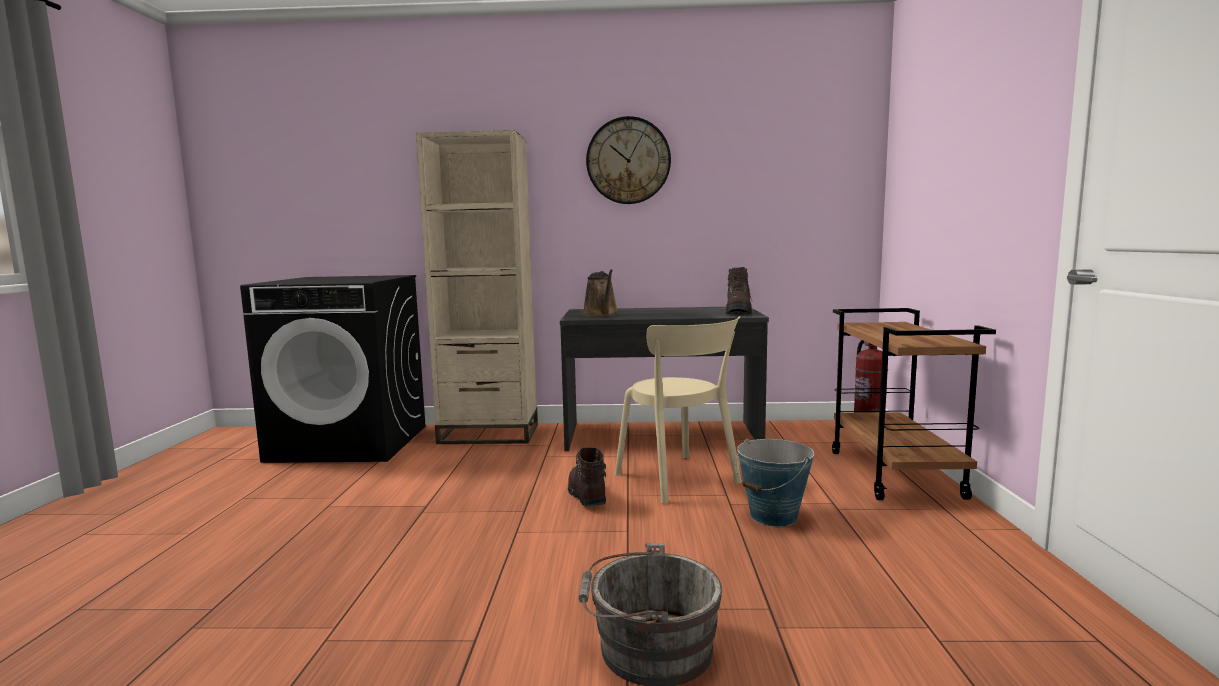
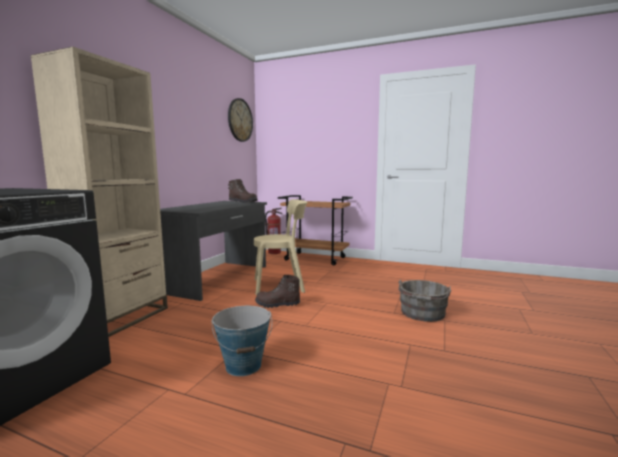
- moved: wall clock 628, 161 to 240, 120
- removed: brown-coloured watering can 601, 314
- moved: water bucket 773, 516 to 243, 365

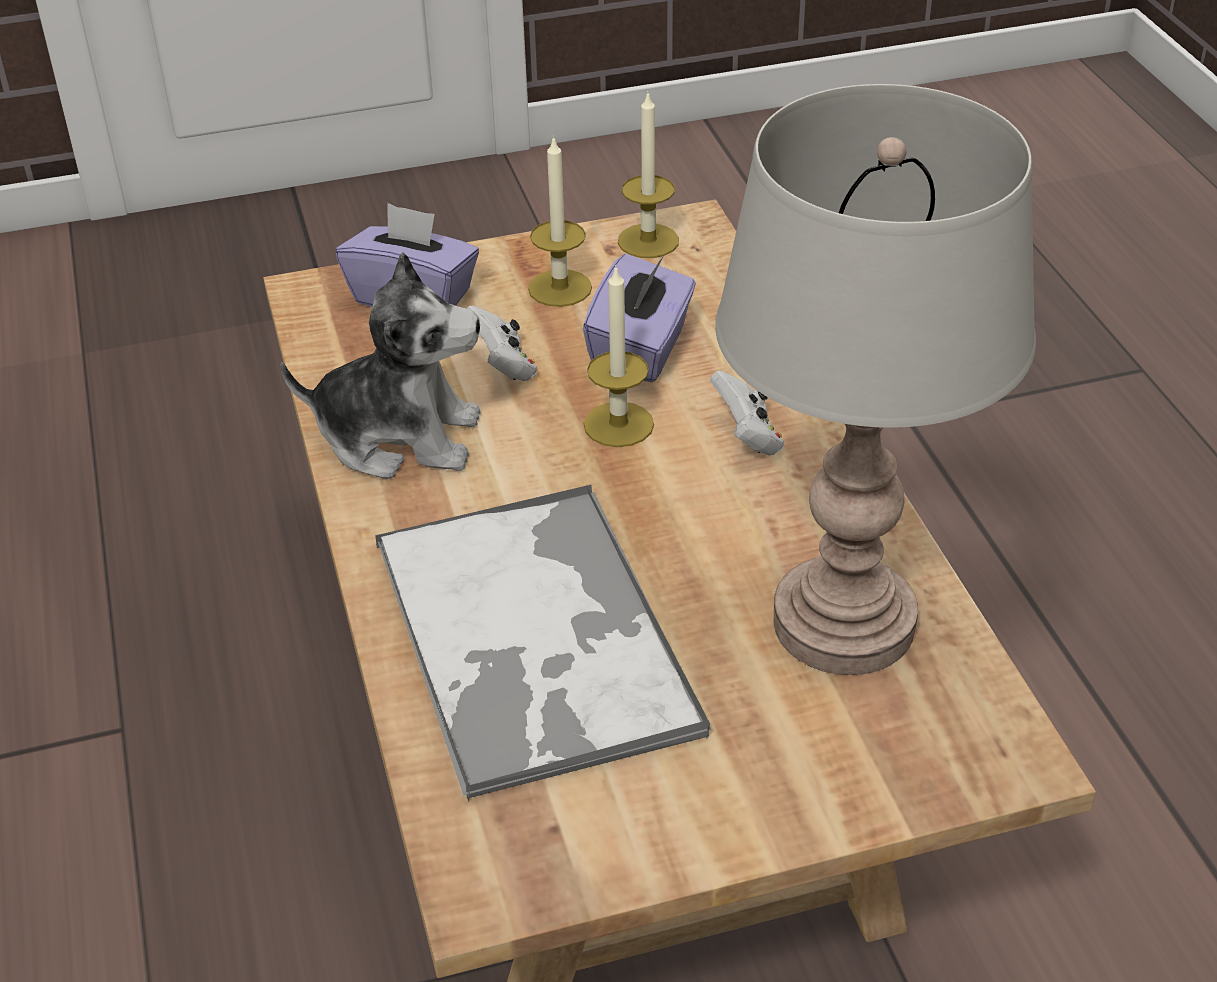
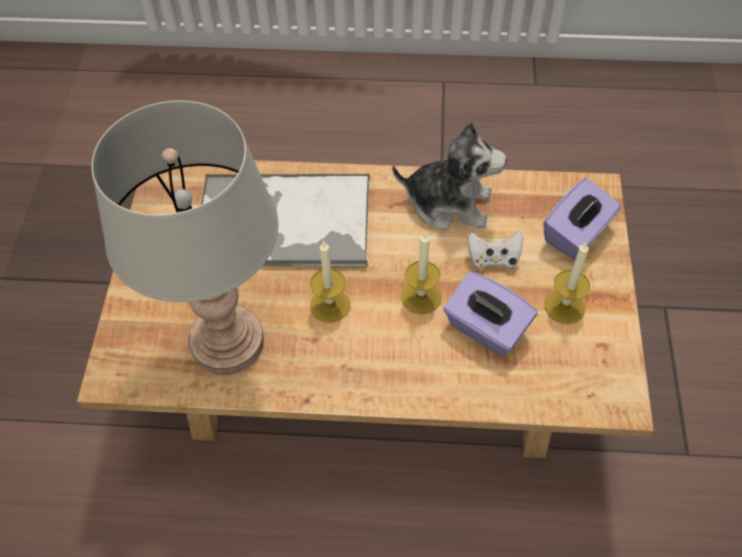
- moved: wax candle 648, 241 to 330, 305
- turned: plush toy 399, 437 = 449, 203 105 degrees counterclockwise
- removed: whitish joypad 747, 437

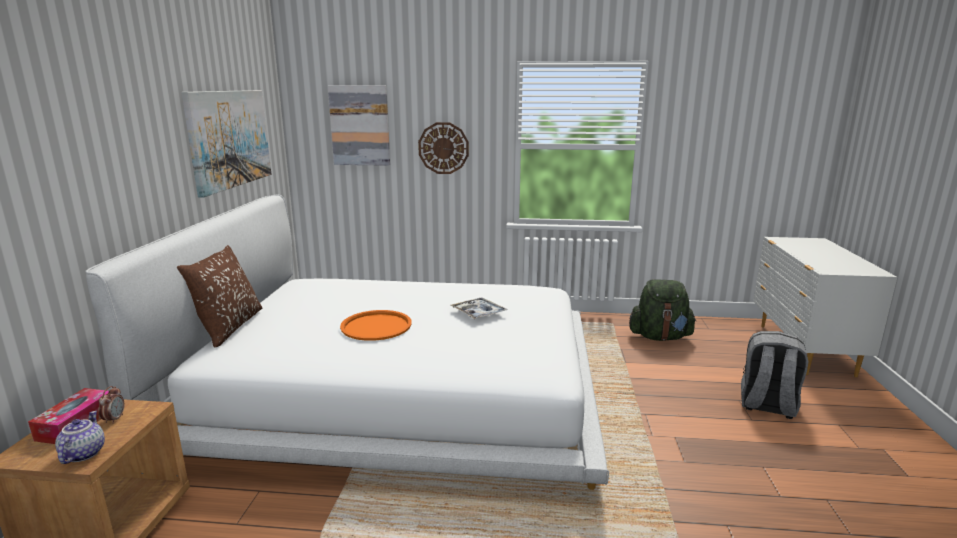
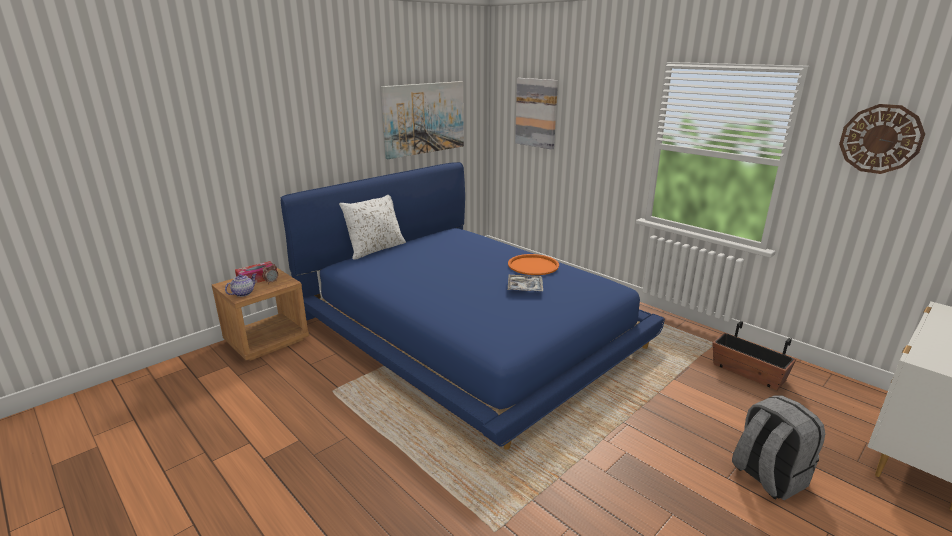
- moved: wall clock 443, 148 to 880, 139
- recoloured: whitish bed 397, 392 to bluish bed 468, 330
- recoloured: brown-coloured pillow 228, 327 to whitish pillow 375, 249
- replaced: green-coloured rucksack 660, 337 to plant pot 748, 372
- moved: orange-coloured tray 376, 326 to 533, 265

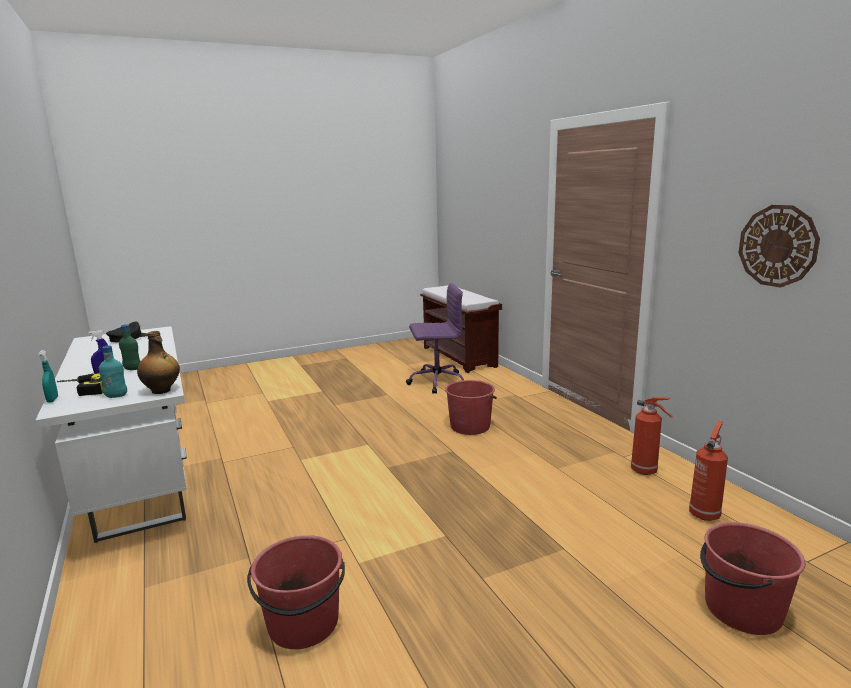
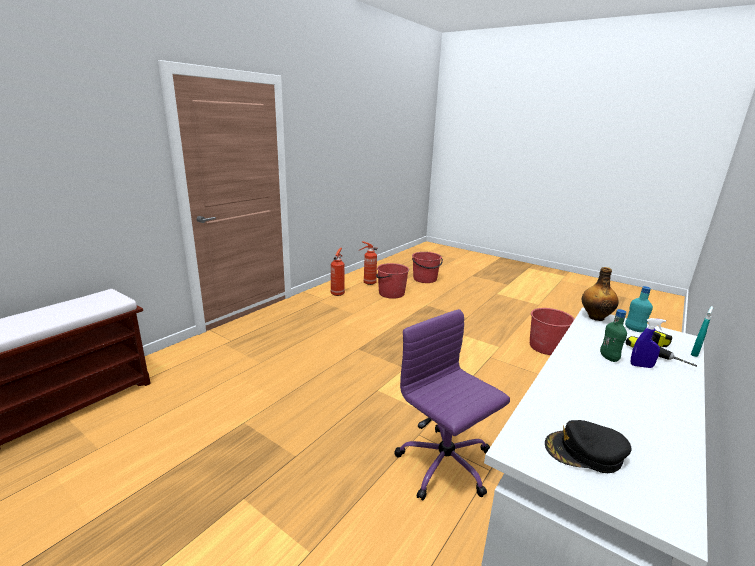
- removed: wall clock 777, 246
- moved: purplish desk chair 436, 382 to 445, 465
- moved: red-coloured water bucket 470, 426 to 391, 293

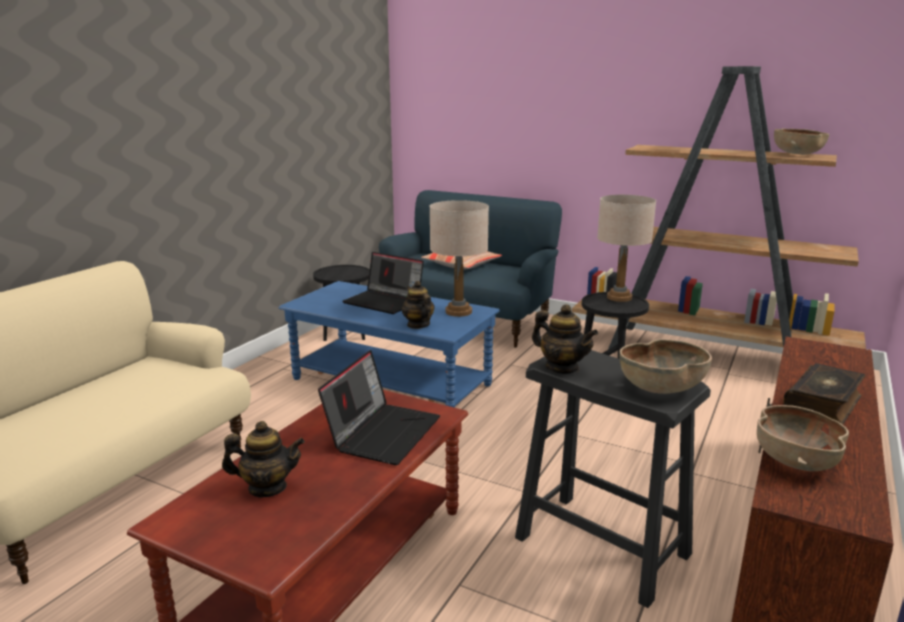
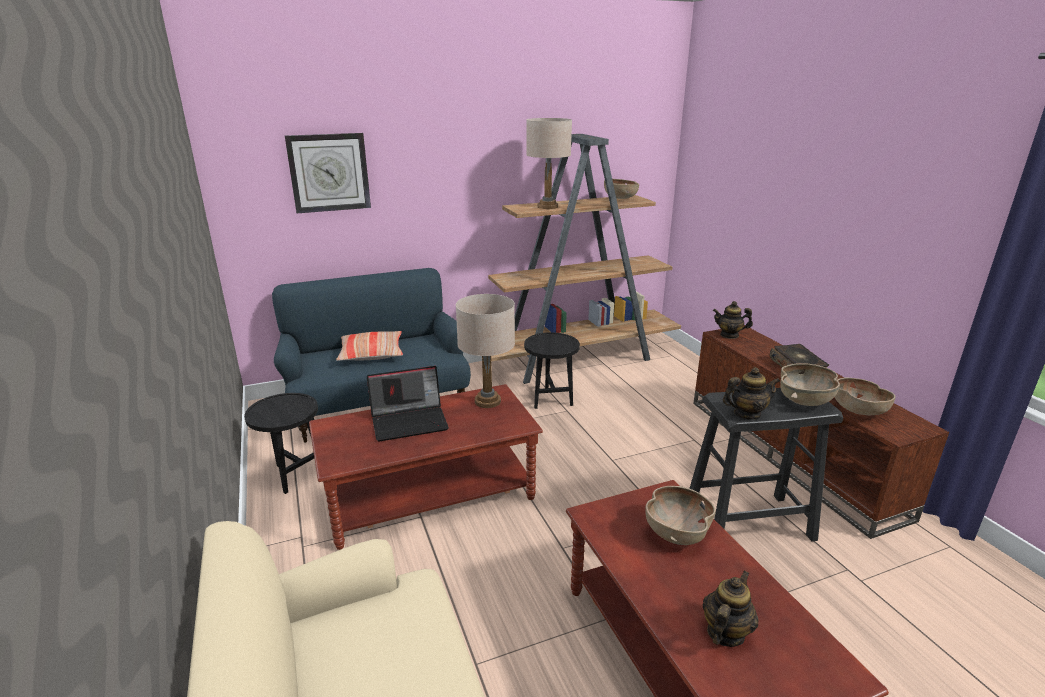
- moved: sand-coloured tabletop lamp 619, 297 to 547, 207
- recoloured: bluish lounge table 391, 382 to brown-coloured lounge table 430, 496
- moved: teapot 418, 325 to 729, 335
- replaced: laptop 383, 432 to brown-coloured serving bowl 676, 532
- added: wall clock 329, 172

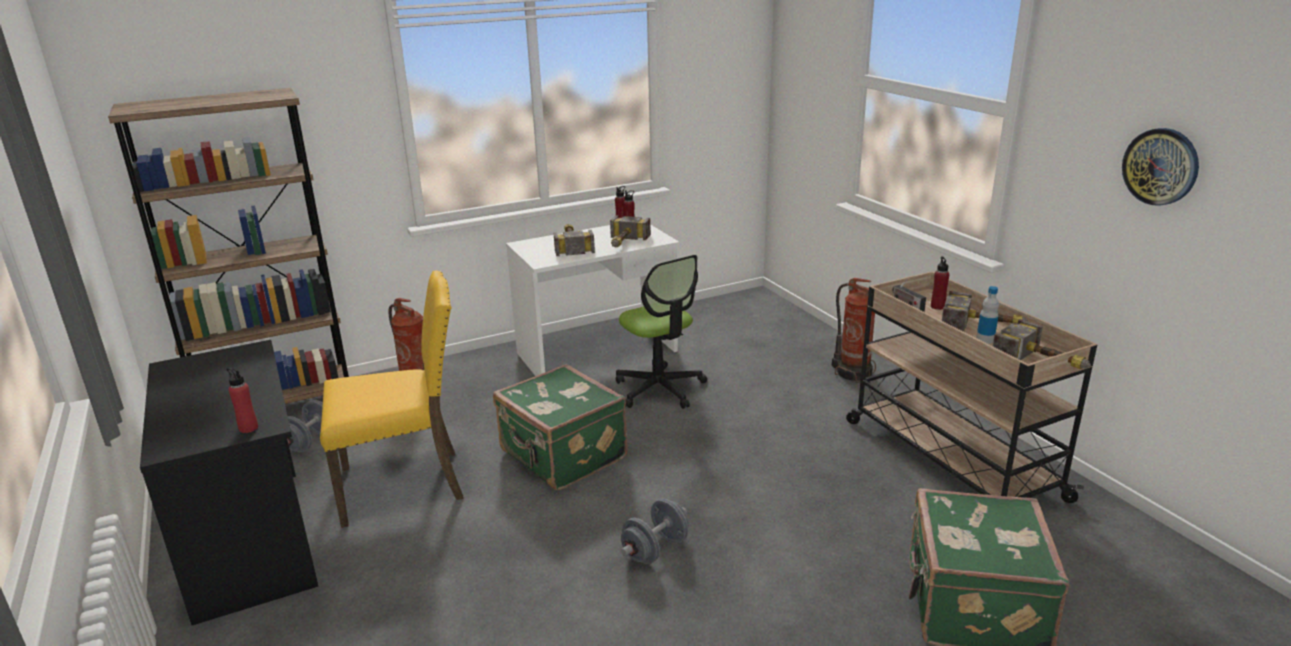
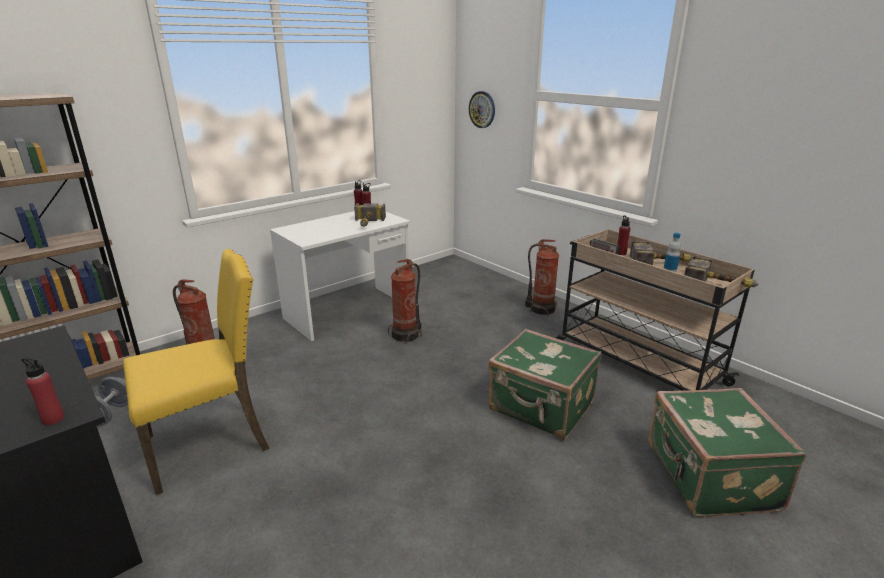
- moved: wall clock 1160, 166 to 482, 109
- removed: tool hammer 572, 244
- replaced: desk chair 660, 389 to fire-fighting cylinder 407, 335
- moved: green-coloured piece of luggage 562, 456 to 541, 407
- removed: gray hand weight 655, 549

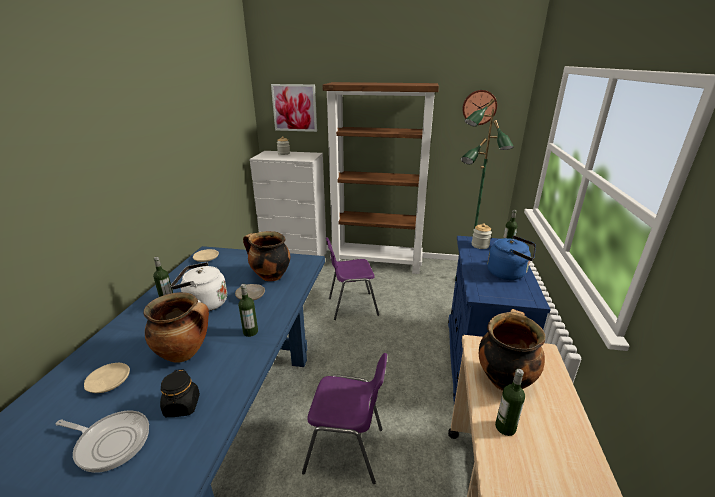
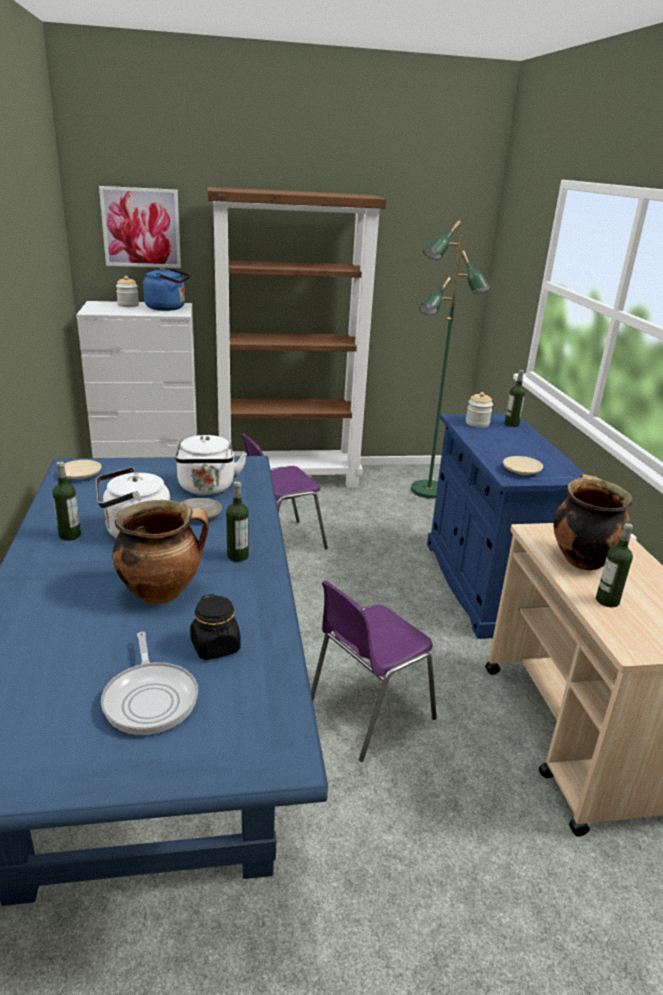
- removed: wall clock 479, 107
- replaced: cooking pot 270, 276 to whitish water kettle 207, 488
- moved: bluish water kettle 509, 273 to 168, 308
- turned: purplish upright chair 346, 450 = 367, 714 150 degrees clockwise
- moved: sand-coloured plate 109, 383 to 521, 471
- turned: frying pan 110, 442 = 150, 698 75 degrees clockwise

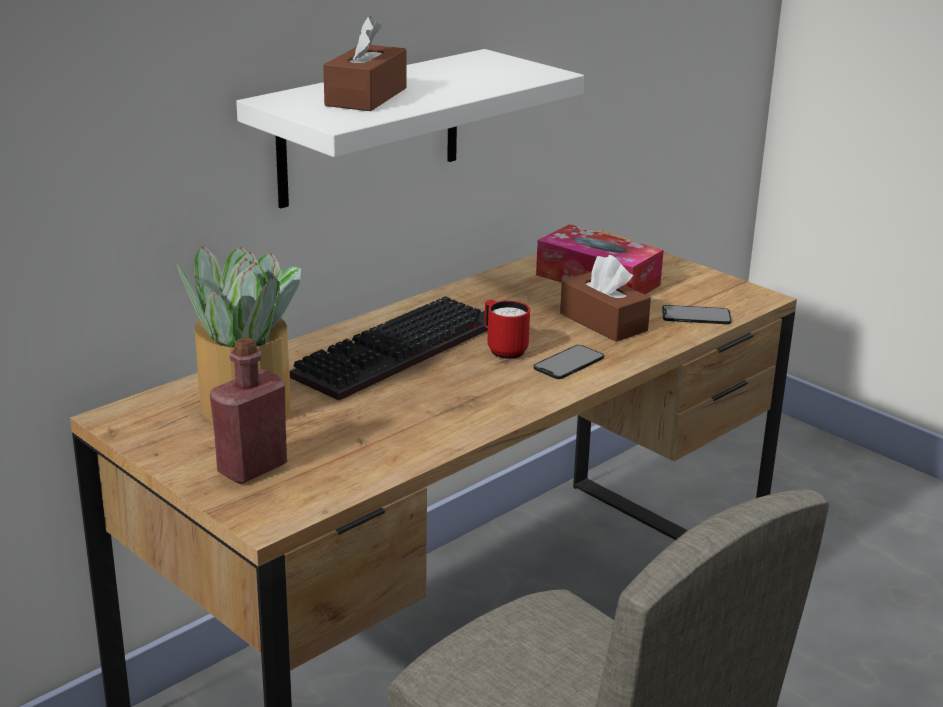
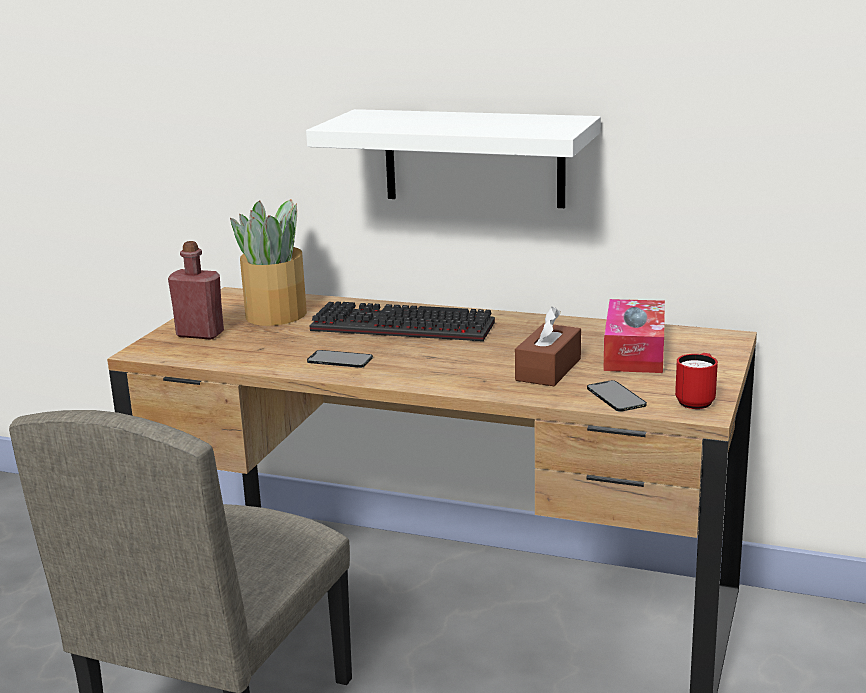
- removed: brown-coloured tissue holder 366, 97
- moved: red-coloured coffee mug 503, 349 to 697, 400
- moved: phone 568, 362 to 340, 359

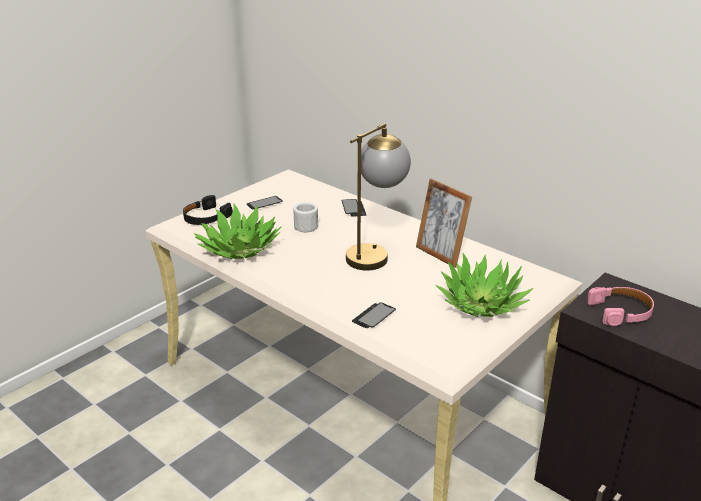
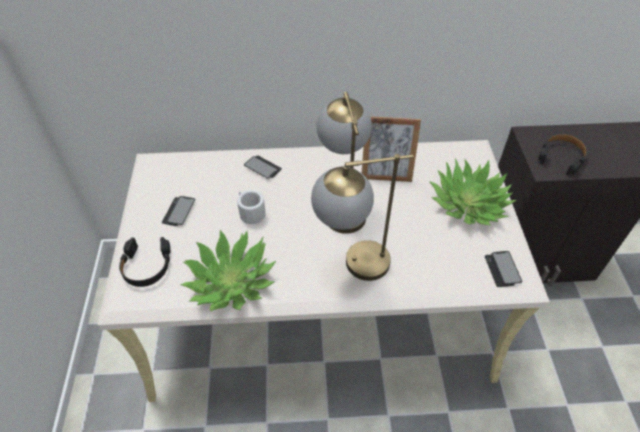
- recoloured: pinkish pair of headphones 621, 312 to blackish pair of headphones 561, 157
- moved: phone 373, 316 to 502, 269
- added: tabletop lamp 351, 265

